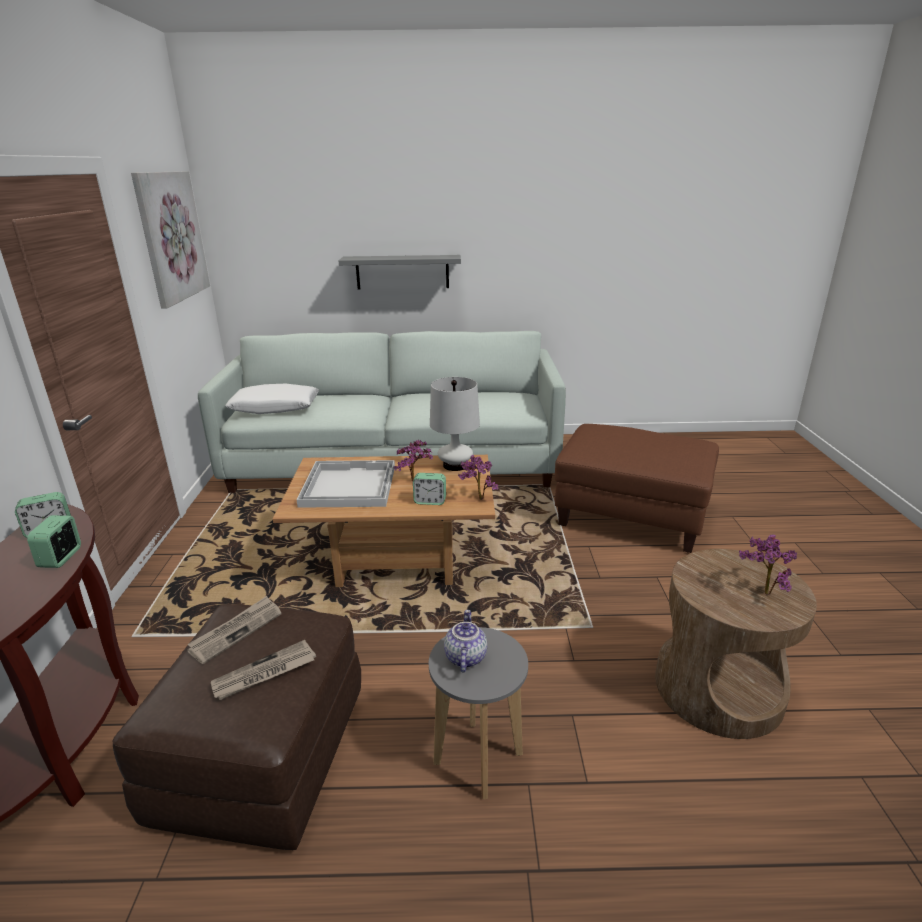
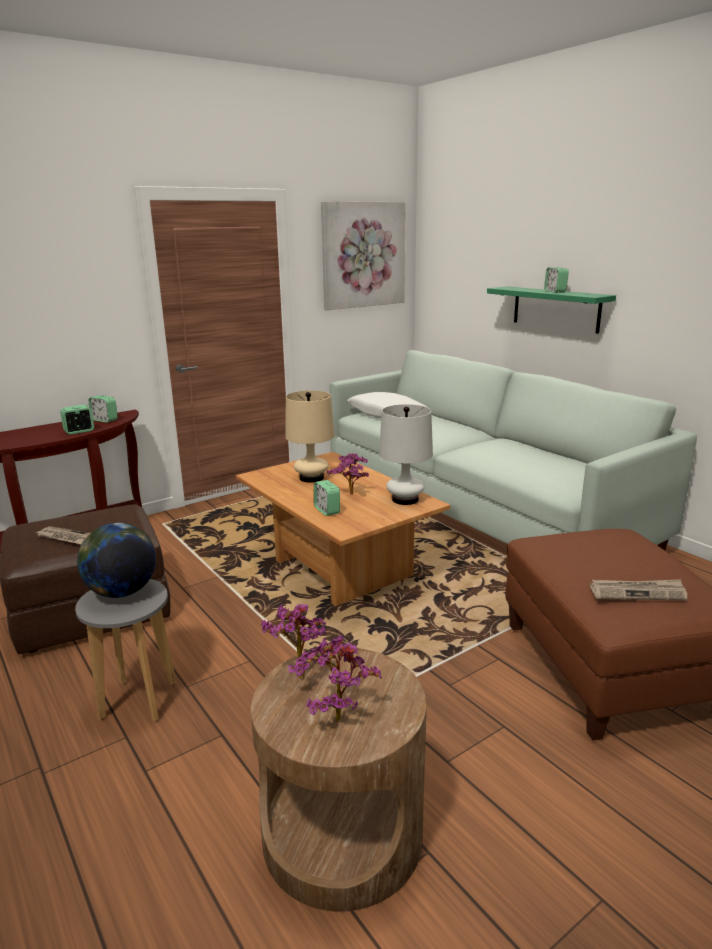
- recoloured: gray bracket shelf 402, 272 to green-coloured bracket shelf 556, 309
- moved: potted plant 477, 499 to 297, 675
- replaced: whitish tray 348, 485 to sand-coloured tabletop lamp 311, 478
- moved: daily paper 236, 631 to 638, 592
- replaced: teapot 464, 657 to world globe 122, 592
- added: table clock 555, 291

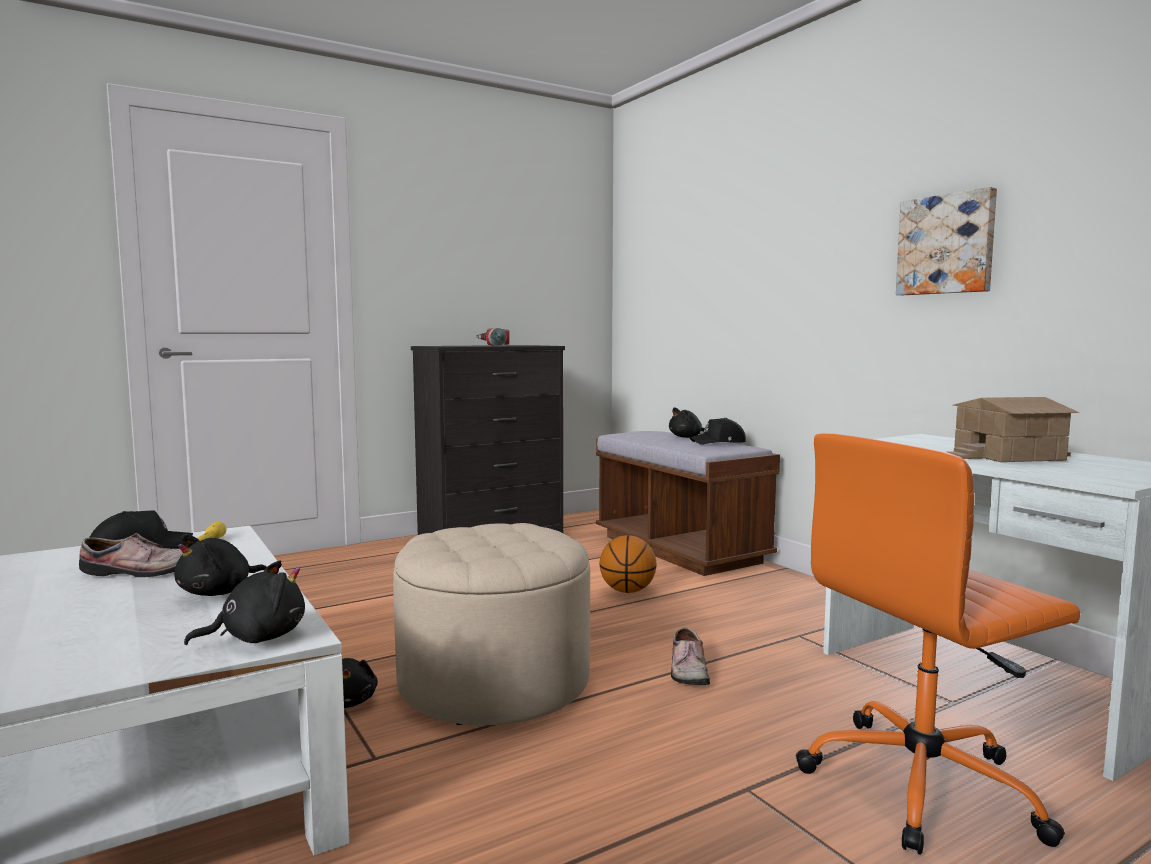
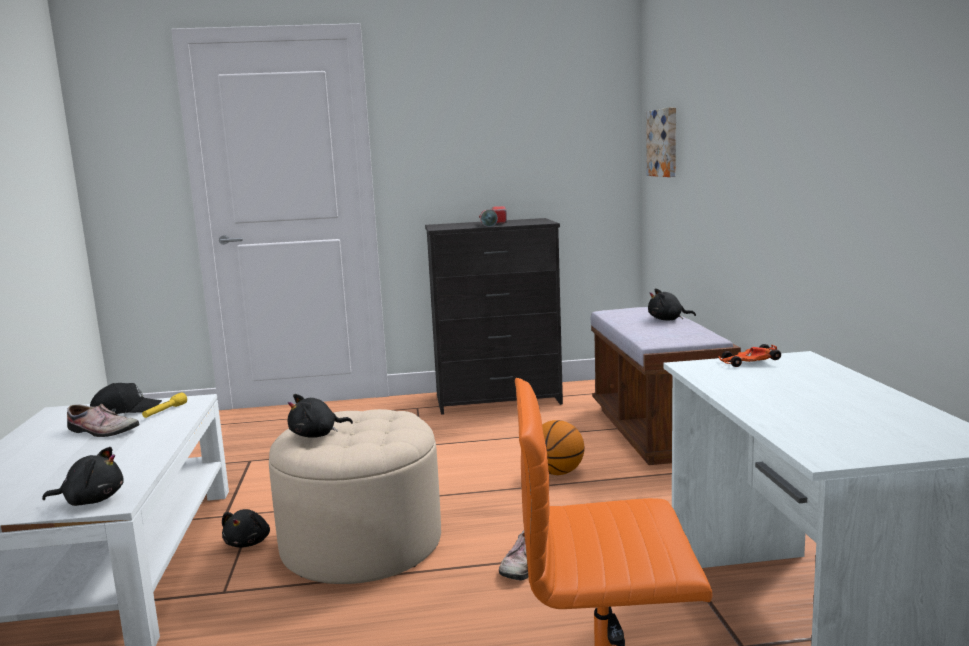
- moved: wall art 947, 244 to 664, 142
- removed: model house 1006, 455
- removed: blackish baseball cap 719, 442
- moved: blackish plush toy 219, 592 to 316, 435
- added: miniature car 748, 362

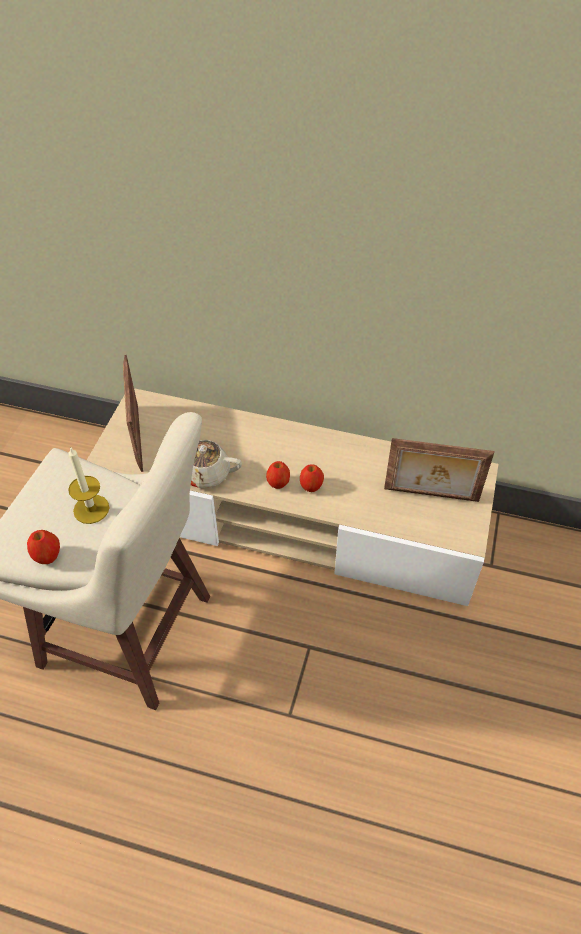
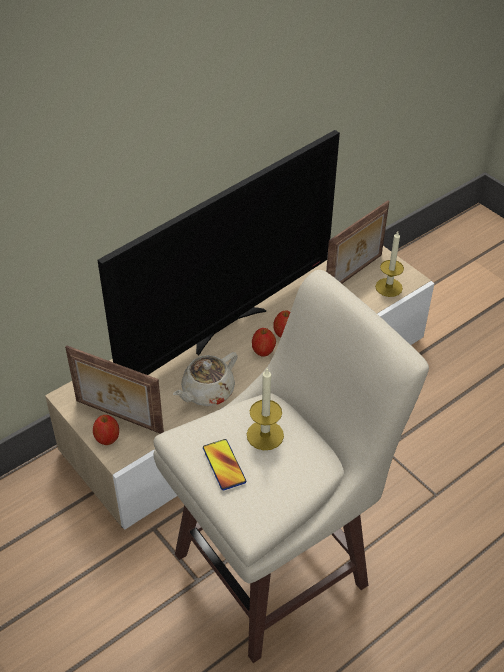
- moved: apple 47, 556 to 107, 439
- added: television 226, 327
- added: wax candle 388, 287
- added: phone 224, 465

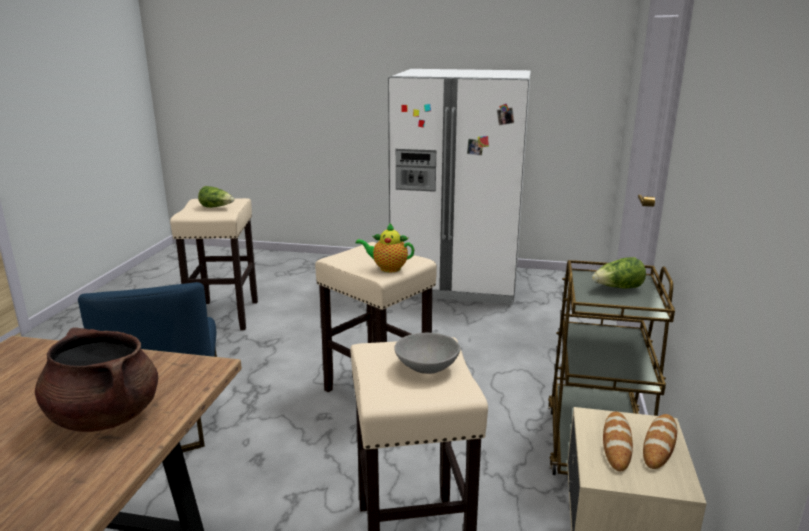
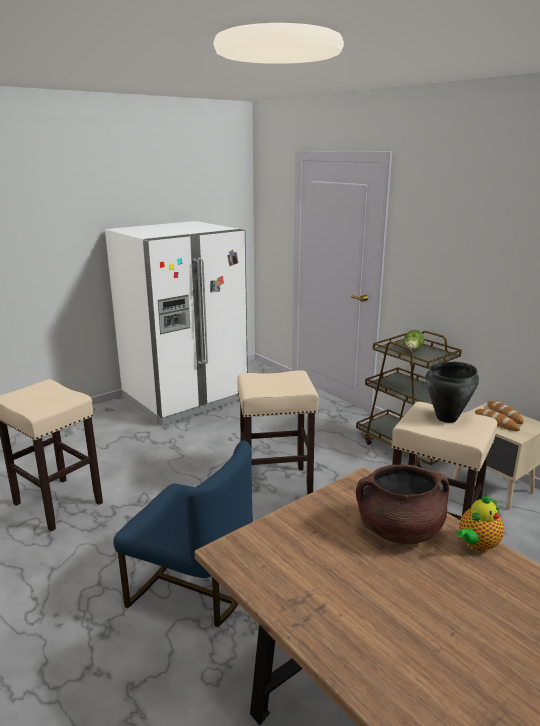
- removed: lettuce 216, 207
- moved: teapot 387, 268 to 476, 545
- replaced: gray serving bowl 427, 367 to blackish cooking pot 447, 418

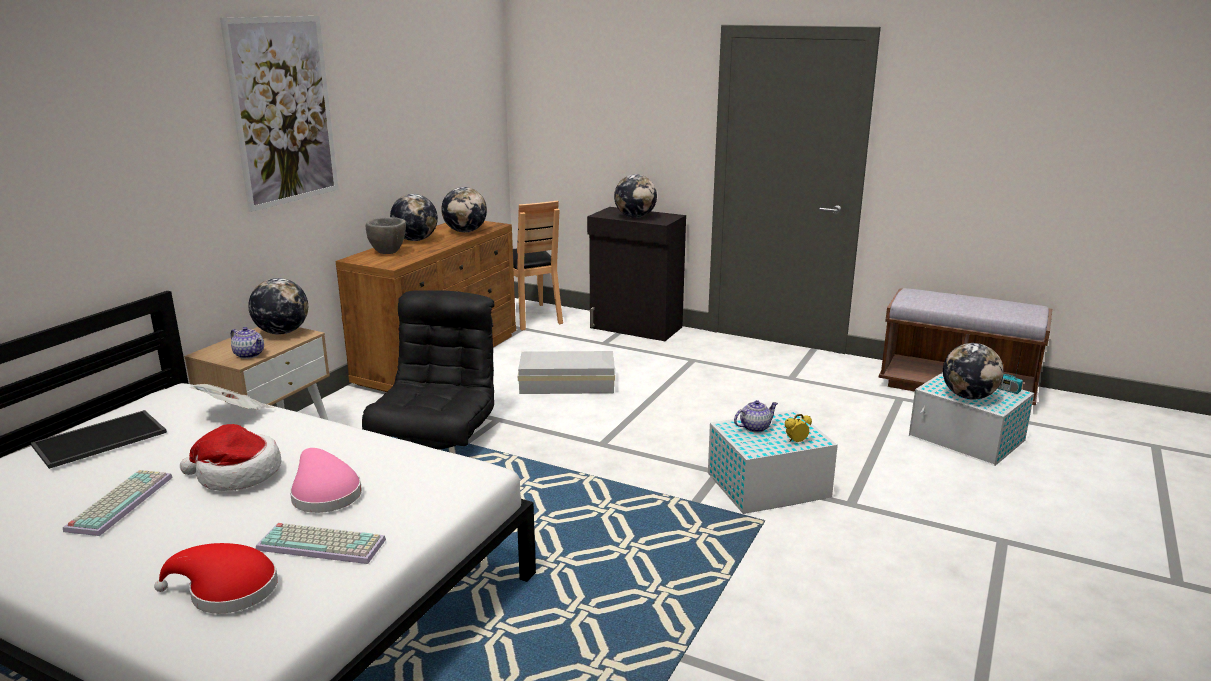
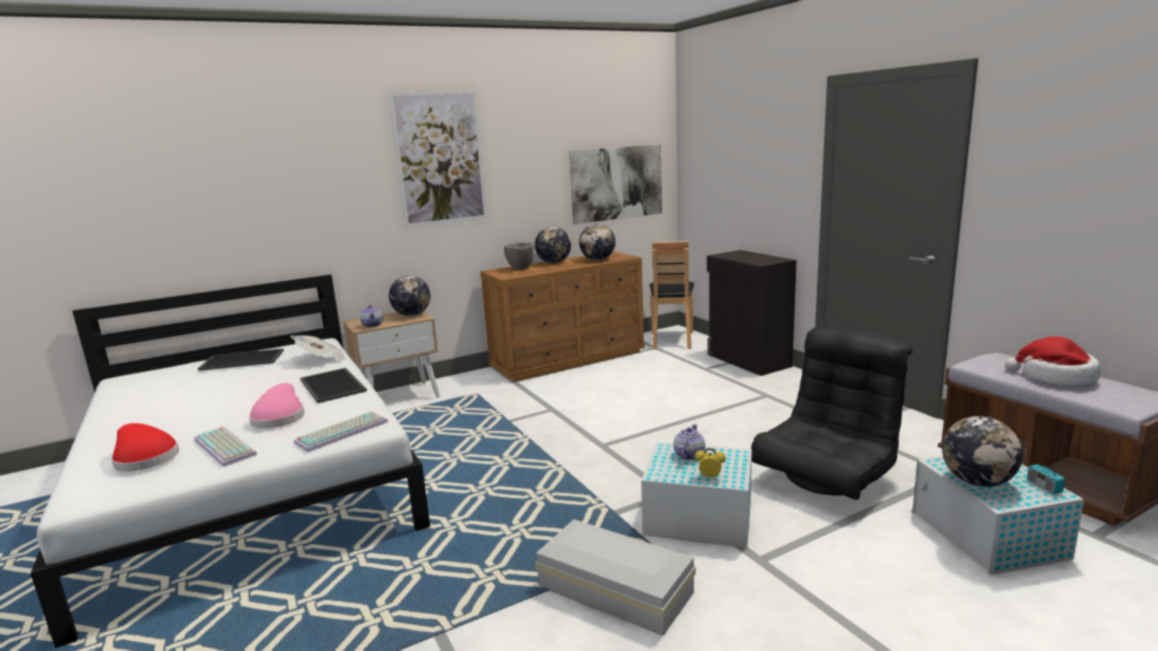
- removed: world globe 635, 217
- moved: blackish lounge chair 438, 433 to 828, 477
- moved: whitish storage box 568, 384 to 616, 591
- turned: teapot 754, 427 = 688, 455 75 degrees counterclockwise
- moved: clothing hat 237, 474 to 1055, 377
- moved: PC keyboard 119, 502 to 342, 431
- added: wall art 617, 183
- added: tray 334, 385

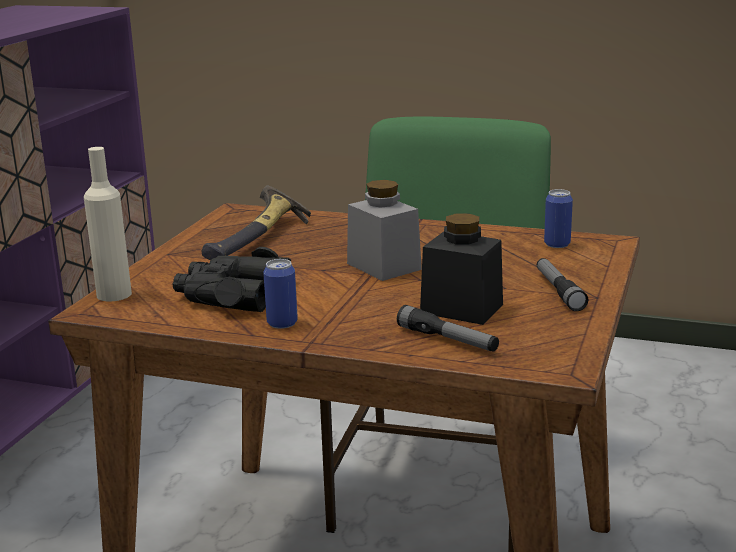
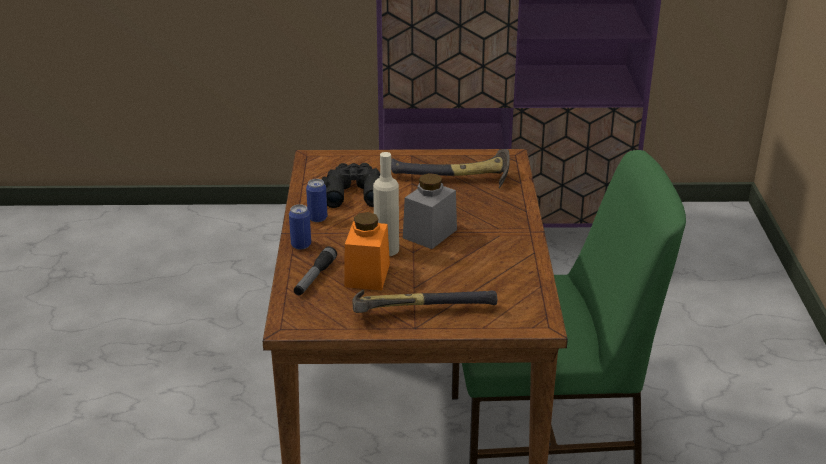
- moved: sand-coloured bottle 114, 294 to 386, 249
- moved: sealed can 557, 244 to 301, 245
- recoloured: blackish jar 461, 309 to orange-coloured jar 367, 275
- replaced: flashlight 559, 291 to tool hammer 417, 310

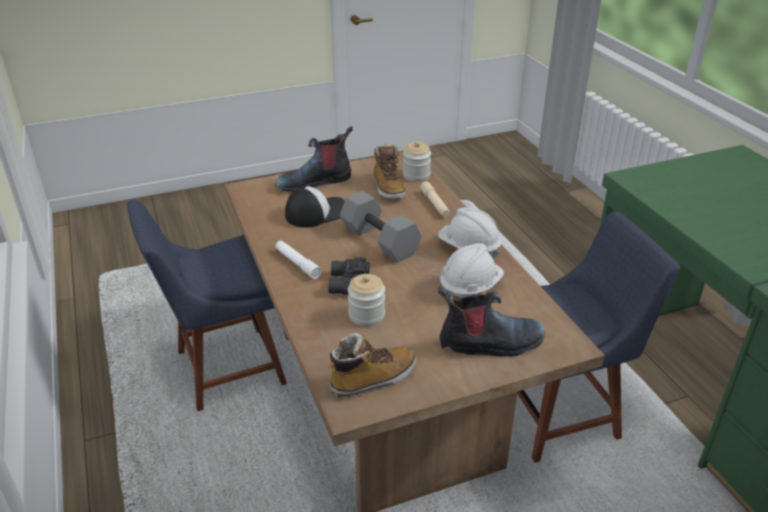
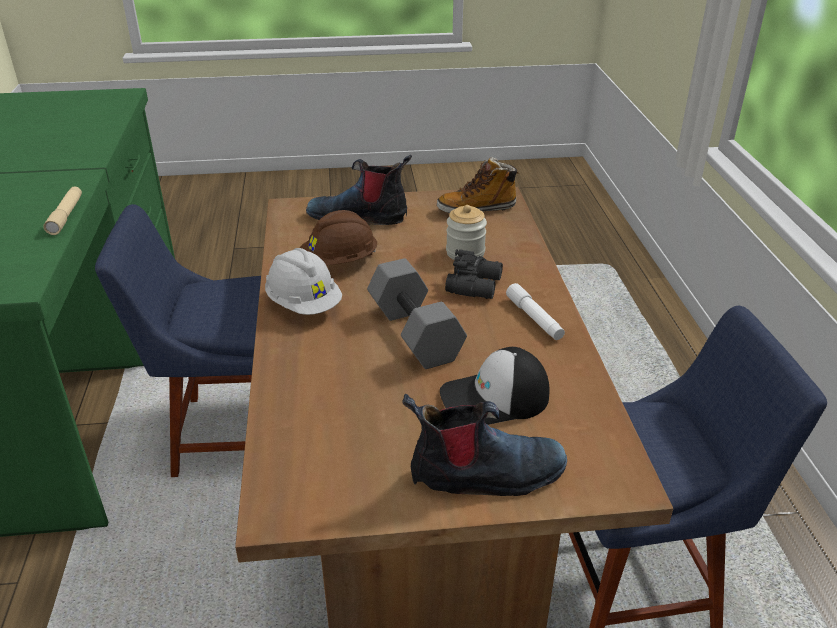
- removed: jar 416, 175
- removed: high-top boot 388, 188
- moved: sand-coloured flashlight 435, 204 to 66, 216
- recoloured: whitish work helmet 470, 287 to brown-coloured work helmet 339, 262

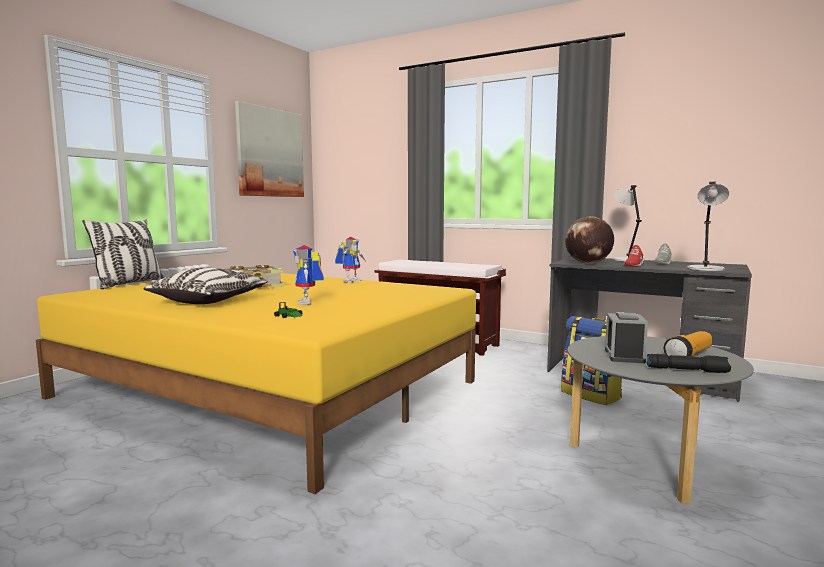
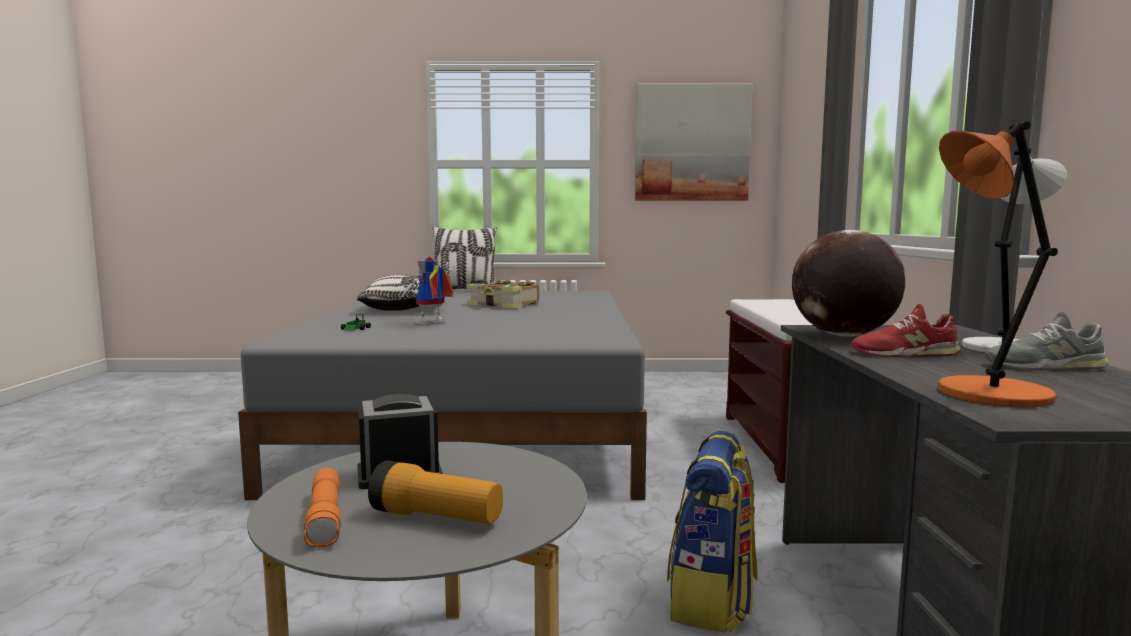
- recoloured: gray tabletop lamp 705, 269 to orange-coloured tabletop lamp 988, 394
- removed: model robot 351, 281
- recoloured: yellow-coloured bed 269, 389 to gray bed 479, 422
- recoloured: blackish flashlight 687, 370 to orange-coloured flashlight 326, 518

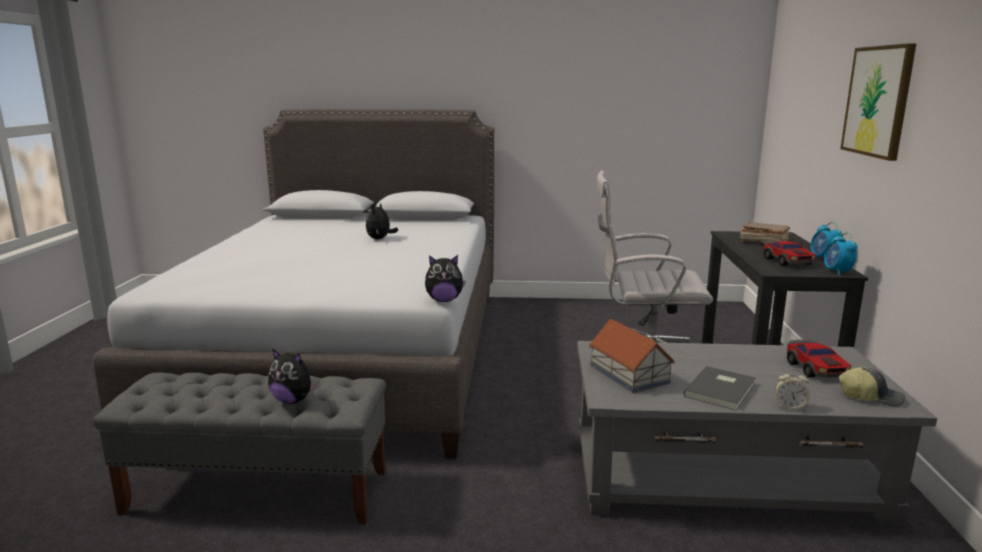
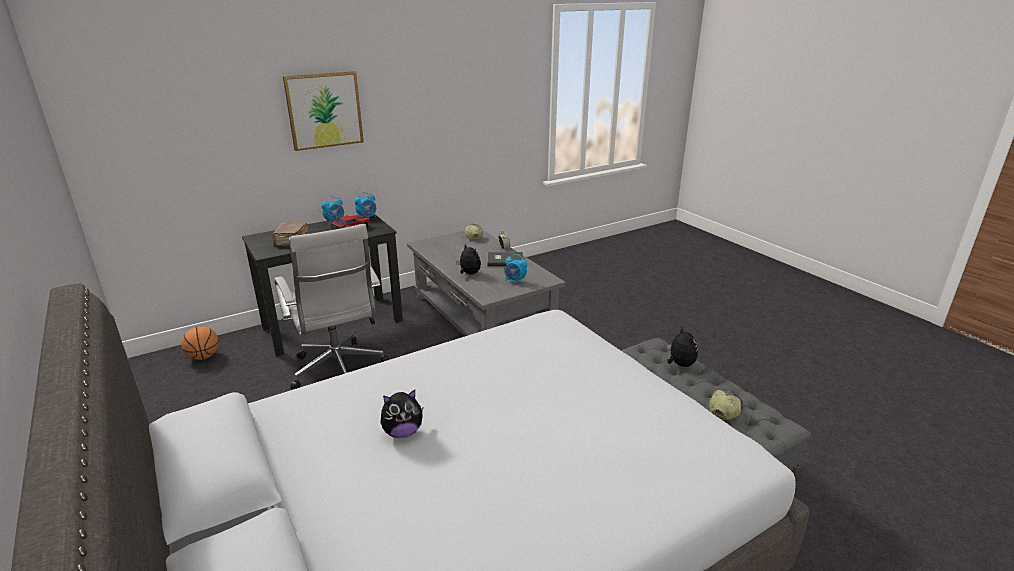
- moved: plush toy 444, 300 to 469, 274
- replaced: model house 629, 374 to table clock 515, 281
- removed: miniature car 816, 369
- added: ball for basketball 204, 357
- added: baseball cap 724, 409

